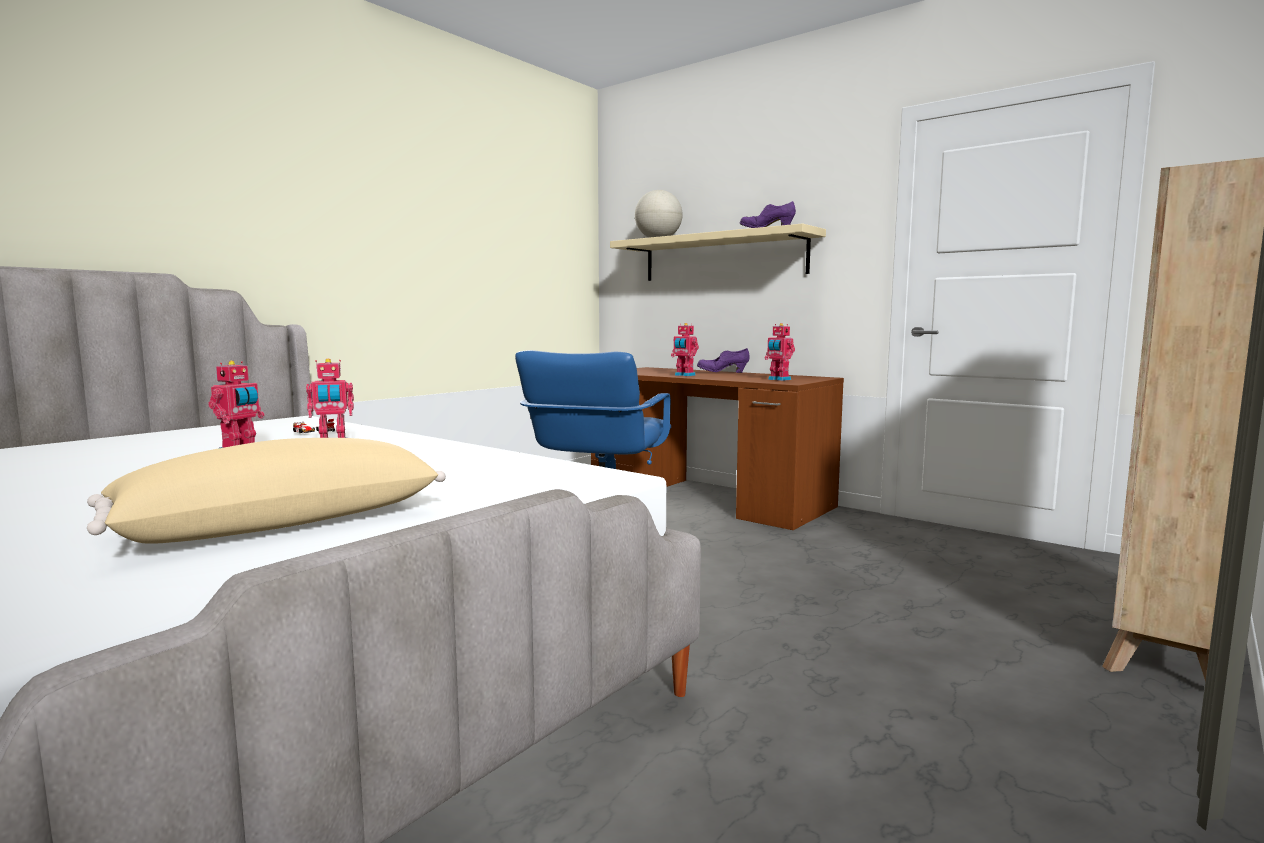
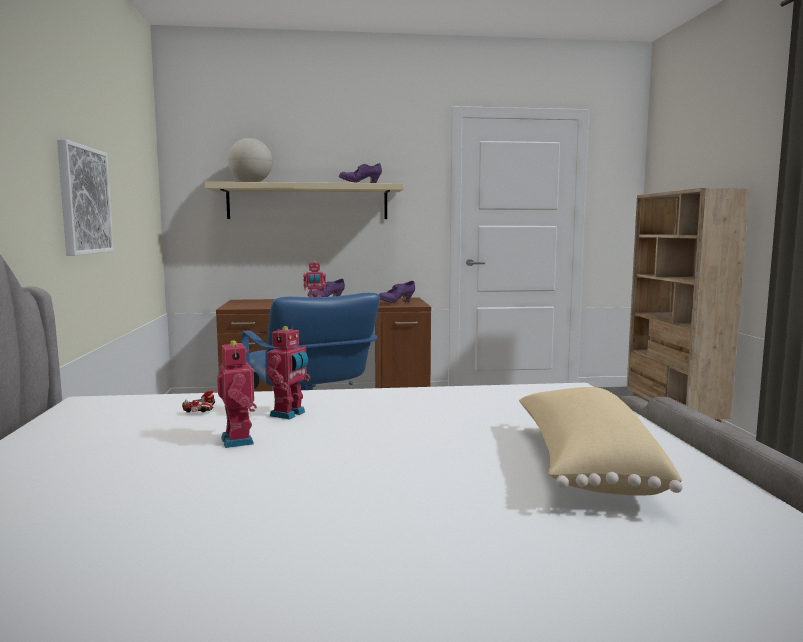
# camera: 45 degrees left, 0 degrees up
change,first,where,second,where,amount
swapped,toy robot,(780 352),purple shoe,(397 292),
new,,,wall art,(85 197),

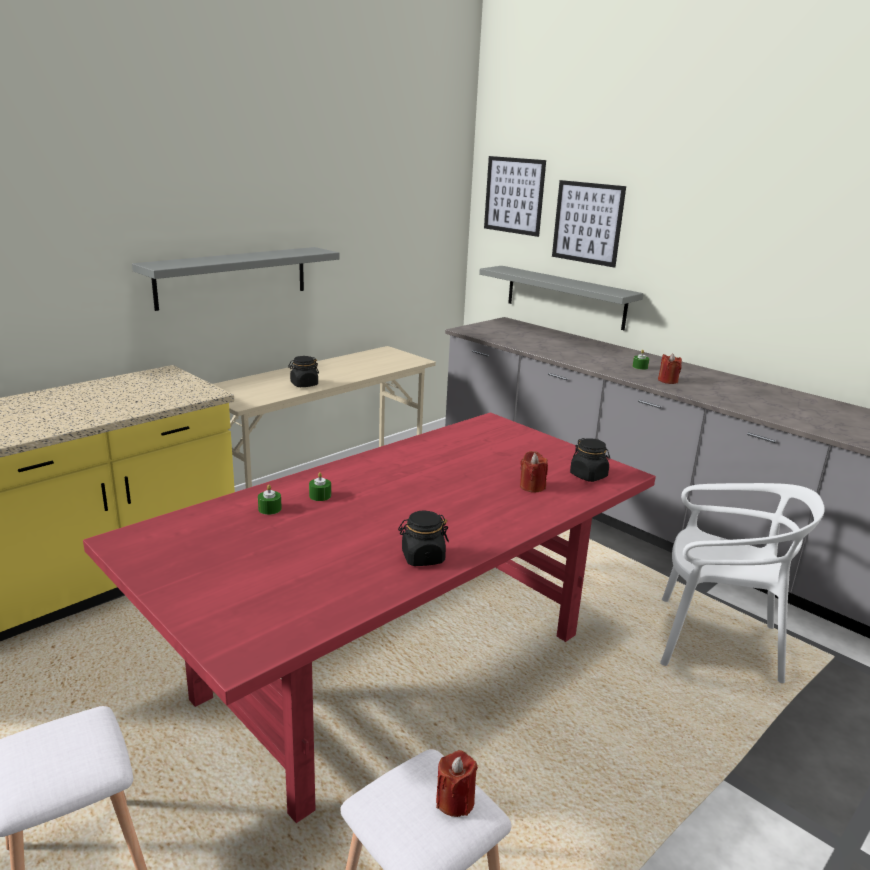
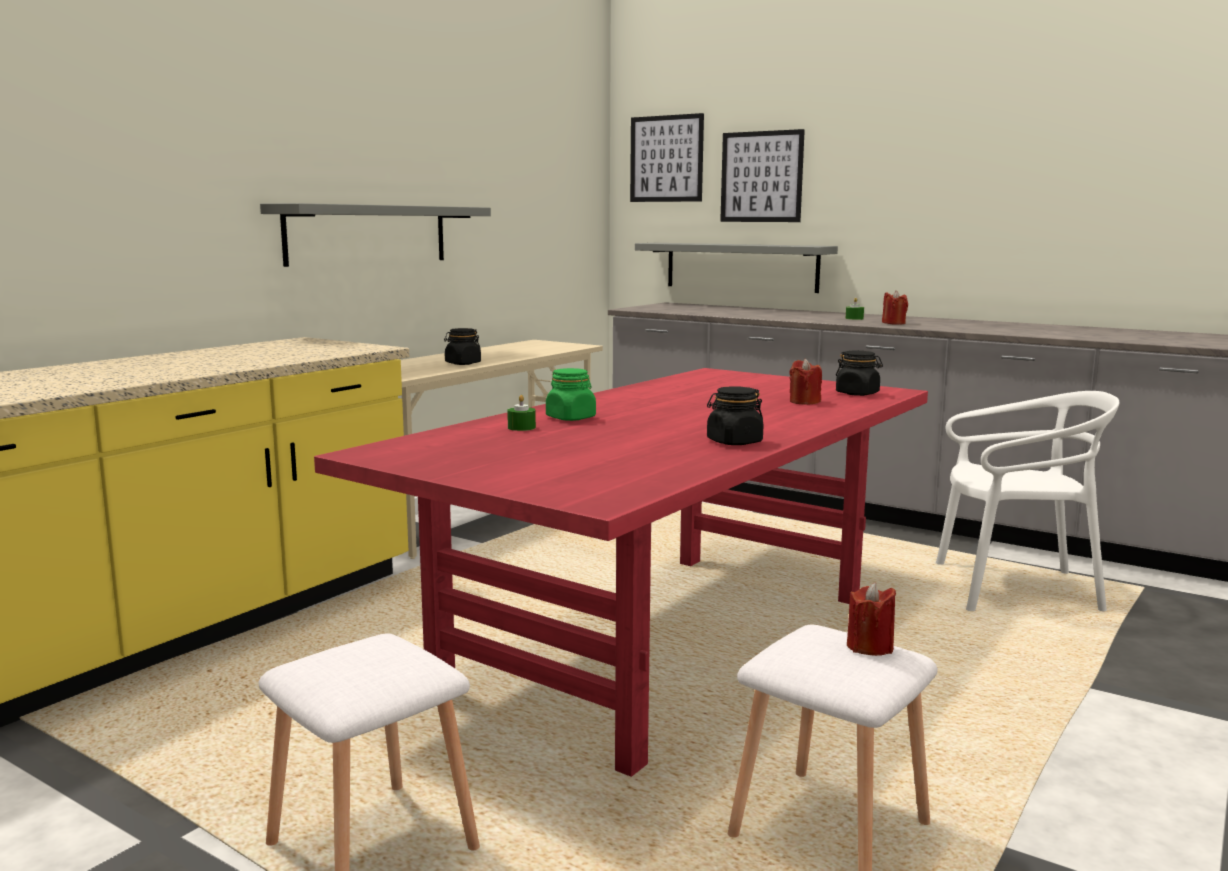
# camera: 10 degrees left, 10 degrees down
change,first,where,second,where,amount
swapped,green wax candle,(320 486),green jar,(571 394),

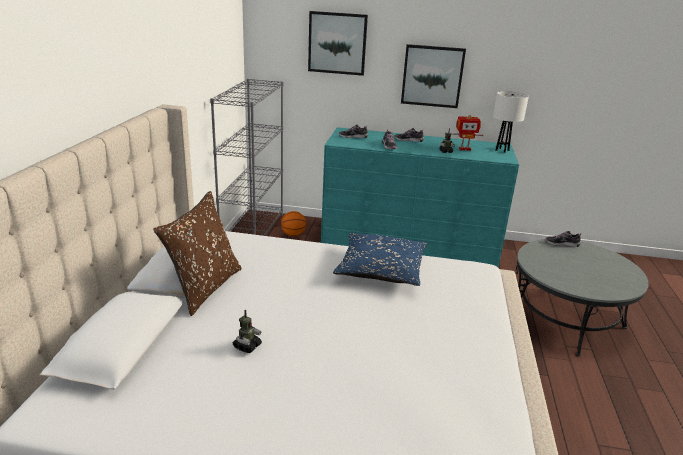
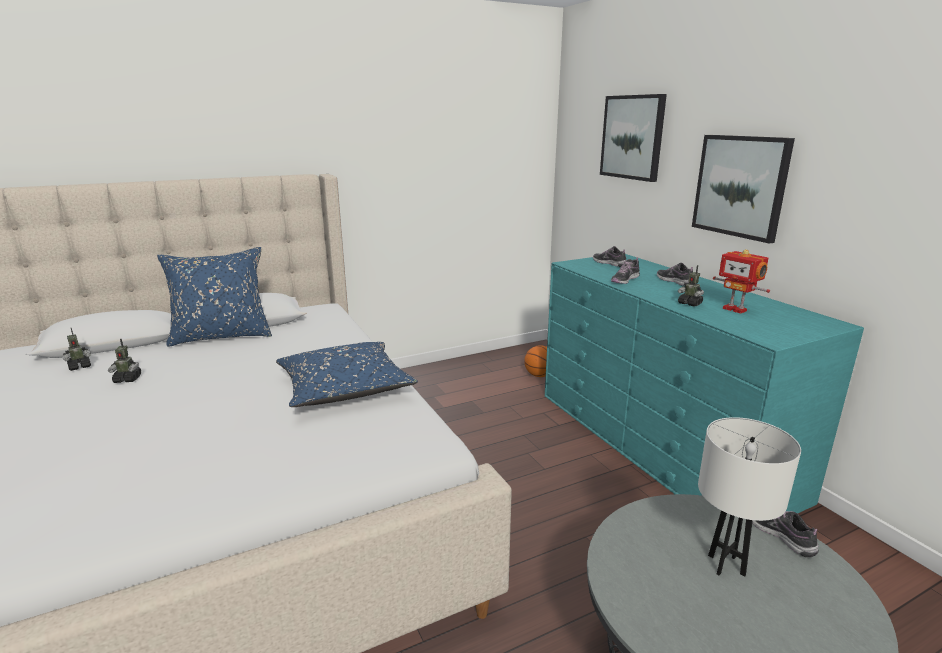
# camera: 55 degrees right, 5 degrees down
change,first,where,second,where,amount
gone,gray bookshelf,(246 157),,,
shifted,whitish table lamp,(511 122),,(749 497),
repainted,brown throw pillow,(197 253),bluish throw pillow,(214 297),
new,,,toy robot,(76 349),

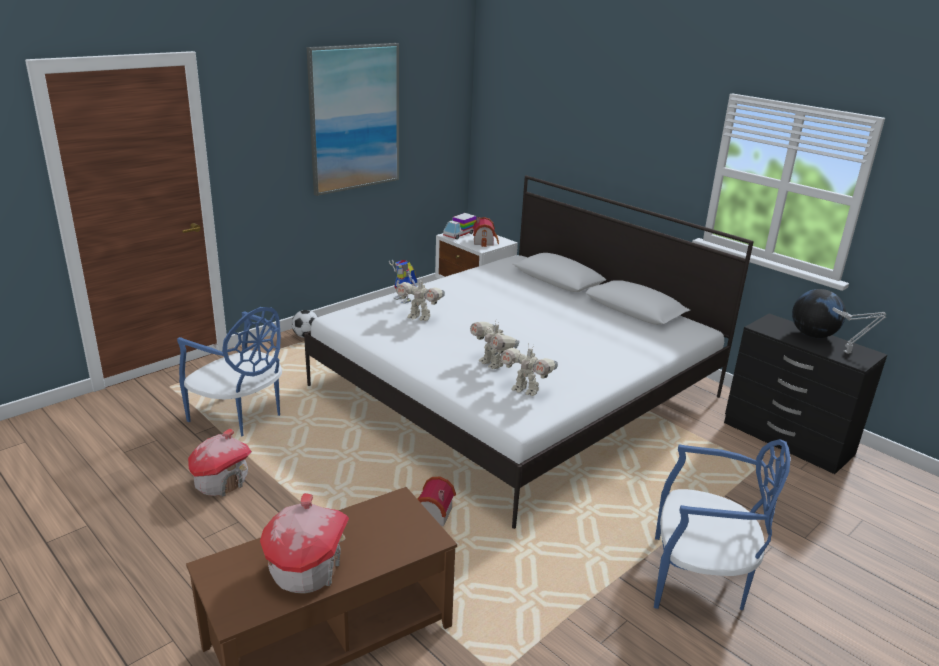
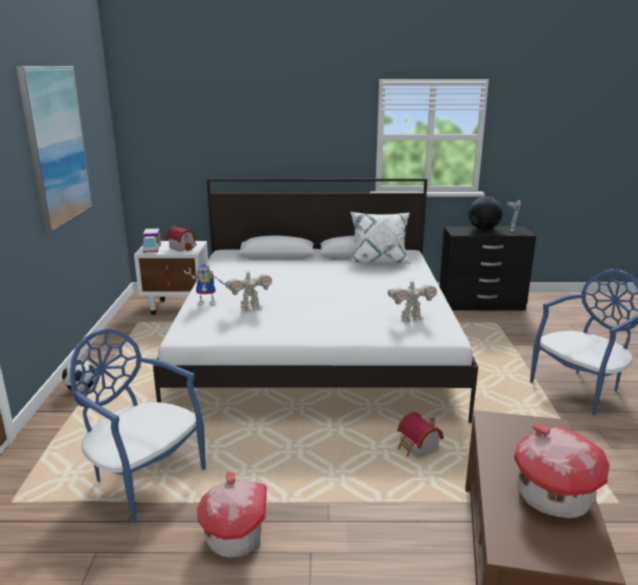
# camera: 45 degrees left, 5 degrees down
change,first,where,second,where,amount
rotated,bluish plain chair,(229 371),,(138 426),135 degrees counterclockwise
gone,toy robot,(495 345),,,
new,,,whitish throw pillow,(380 238),

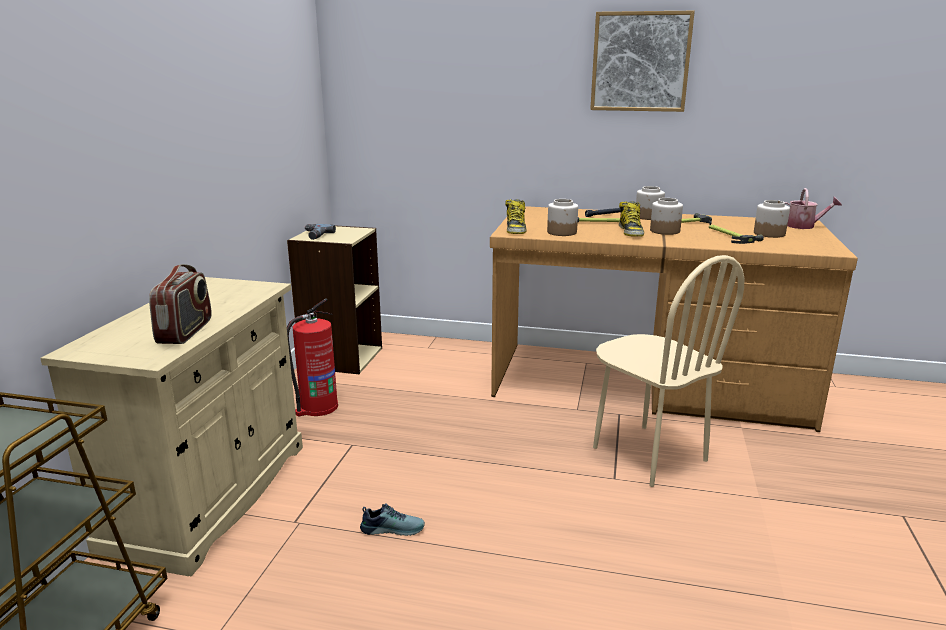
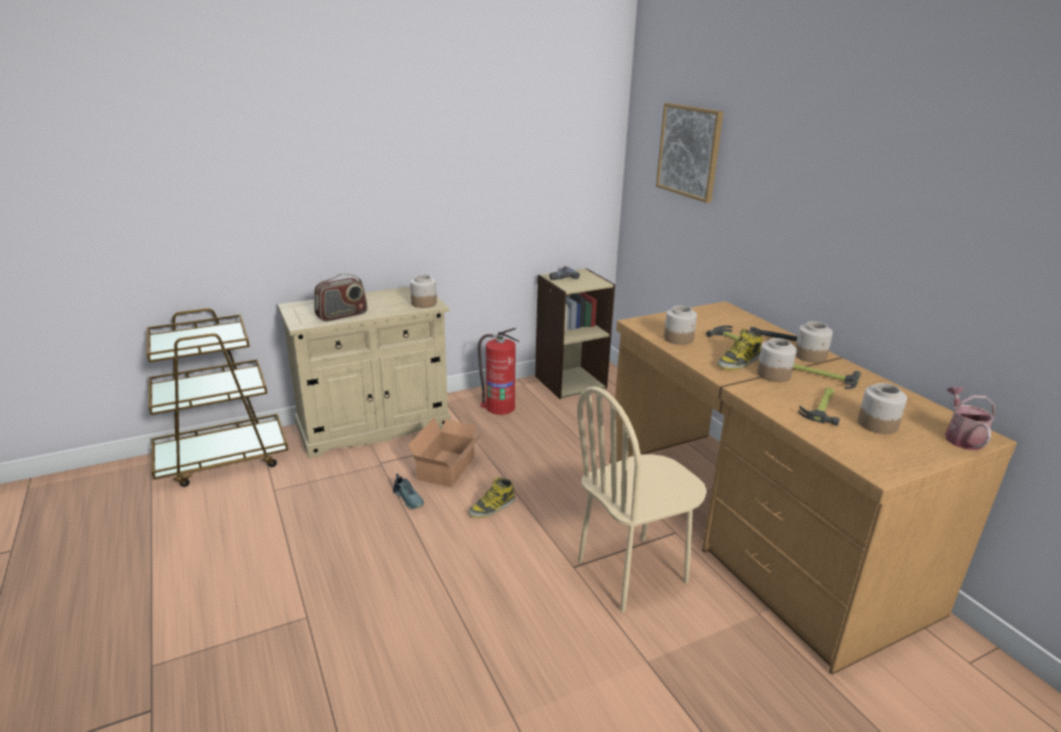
# camera: 50 degrees right, 5 degrees up
change,first,where,second,where,amount
shifted,wall art,(642 61),,(689 153),
rotated,watering pot,(813 208),,(970 418),150 degrees counterclockwise
shifted,high-top boot,(516 216),,(491 497),
rotated,beige-coloured plain chair,(668 371),,(642 499),45 degrees clockwise
new,,,jar,(423 291),
new,,,carton,(446 452),

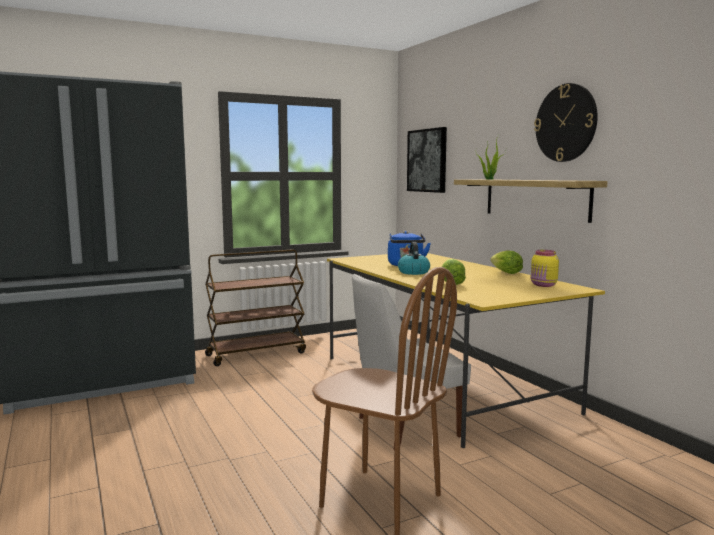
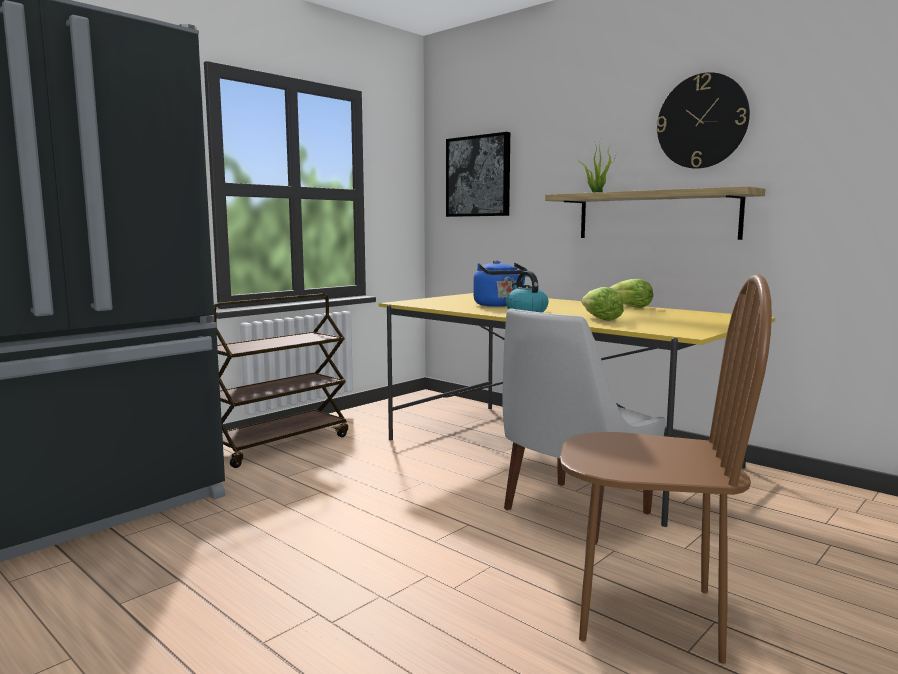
# camera: 20 degrees left, 0 degrees up
change,first,where,second,where,amount
gone,yellow jar,(545 268),,,

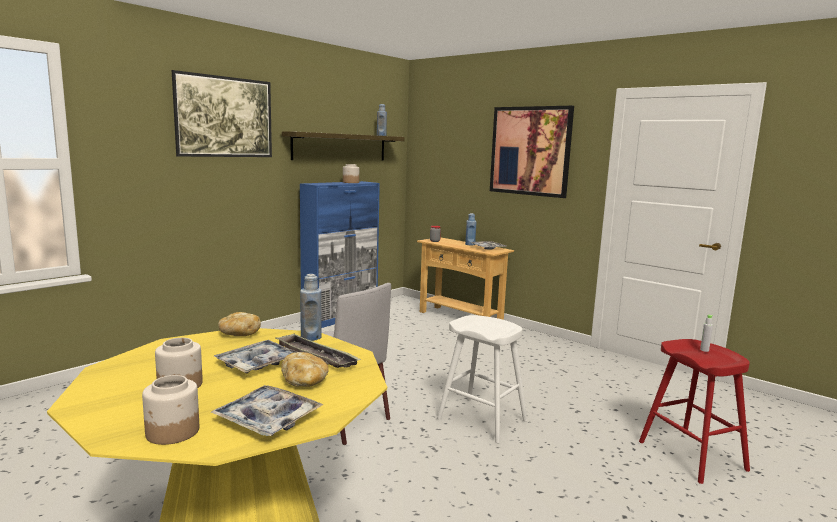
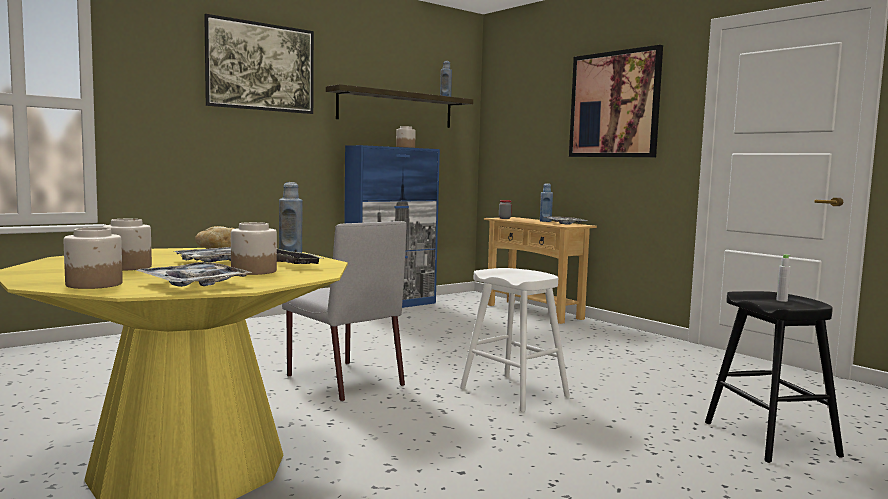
# camera: 10 degrees right, 5 degrees down
change,first,where,second,where,amount
repainted,reddish sitting stool,(694 411),black sitting stool,(774 377),
swapped,bread,(305 369),jar,(254 248),

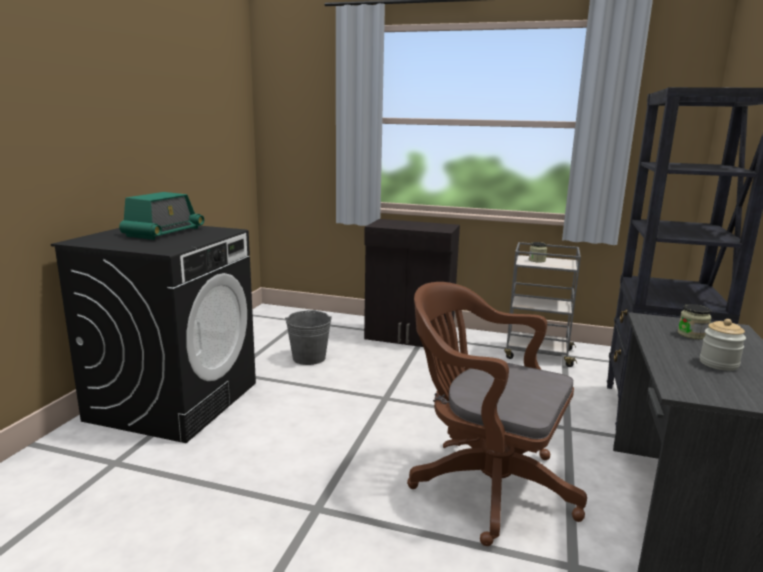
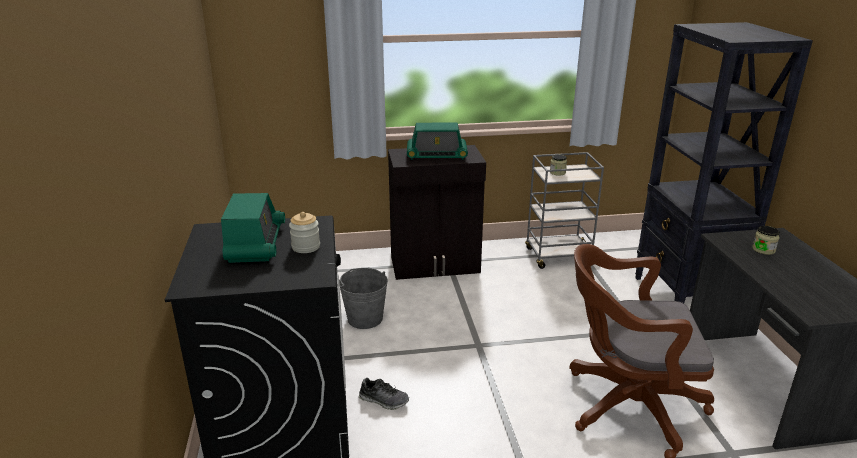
# camera: 25 degrees left, 10 degrees up
change,first,where,second,where,amount
shifted,jar,(723 345),,(304 232),
new,,,radio set,(437 141),
new,,,shoe,(384 394),

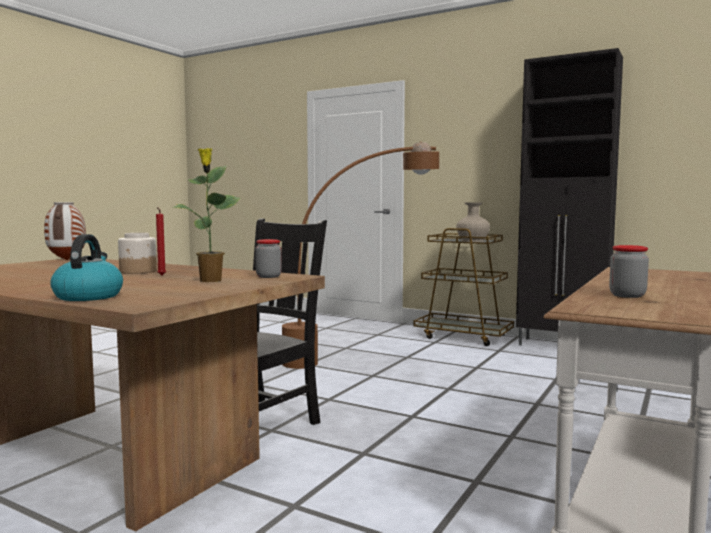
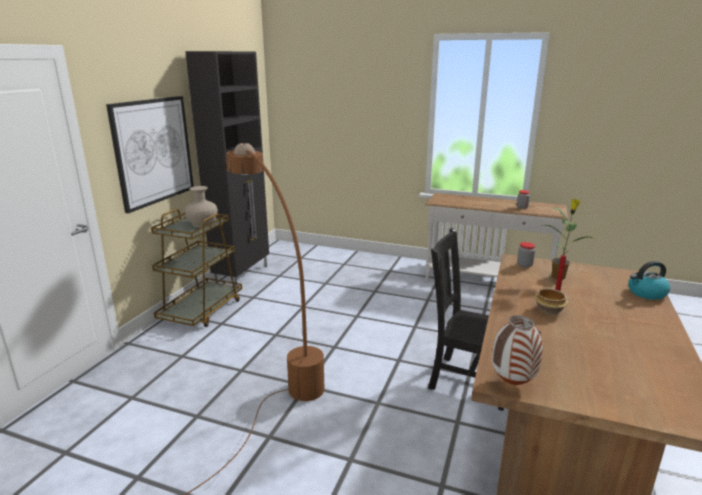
# camera: 100 degrees left, 15 degrees up
change,first,where,second,where,amount
swapped,jar,(137 253),serving bowl,(551 302),
new,,,wall art,(150 154),

